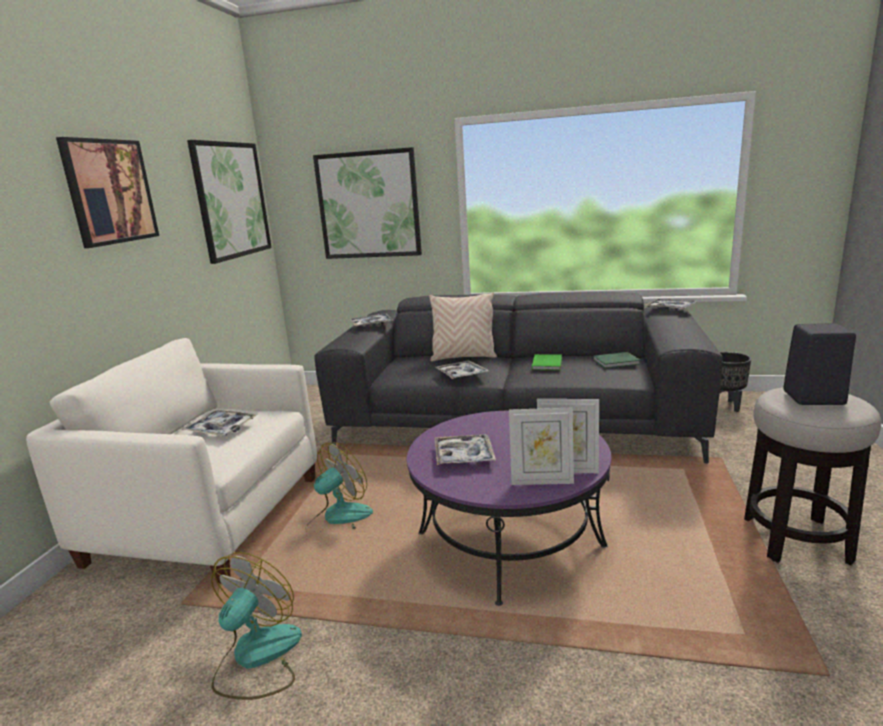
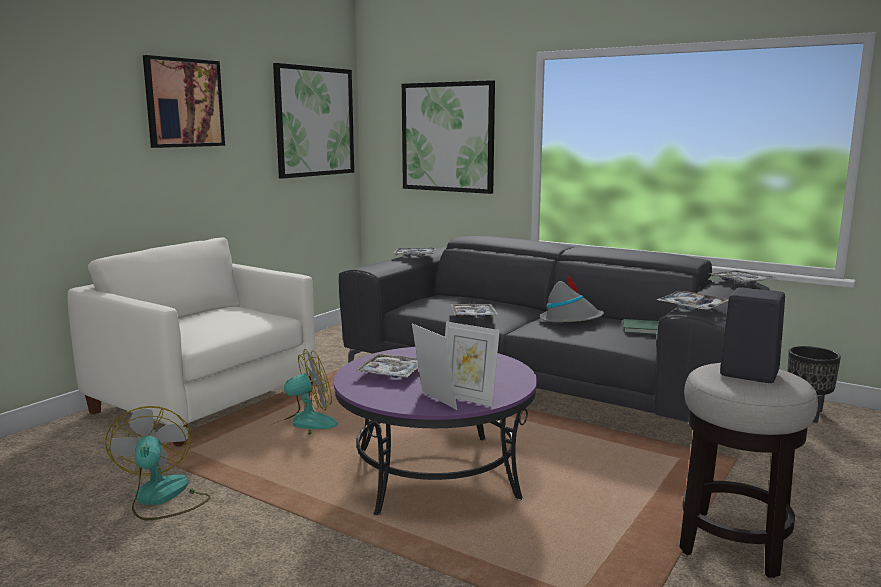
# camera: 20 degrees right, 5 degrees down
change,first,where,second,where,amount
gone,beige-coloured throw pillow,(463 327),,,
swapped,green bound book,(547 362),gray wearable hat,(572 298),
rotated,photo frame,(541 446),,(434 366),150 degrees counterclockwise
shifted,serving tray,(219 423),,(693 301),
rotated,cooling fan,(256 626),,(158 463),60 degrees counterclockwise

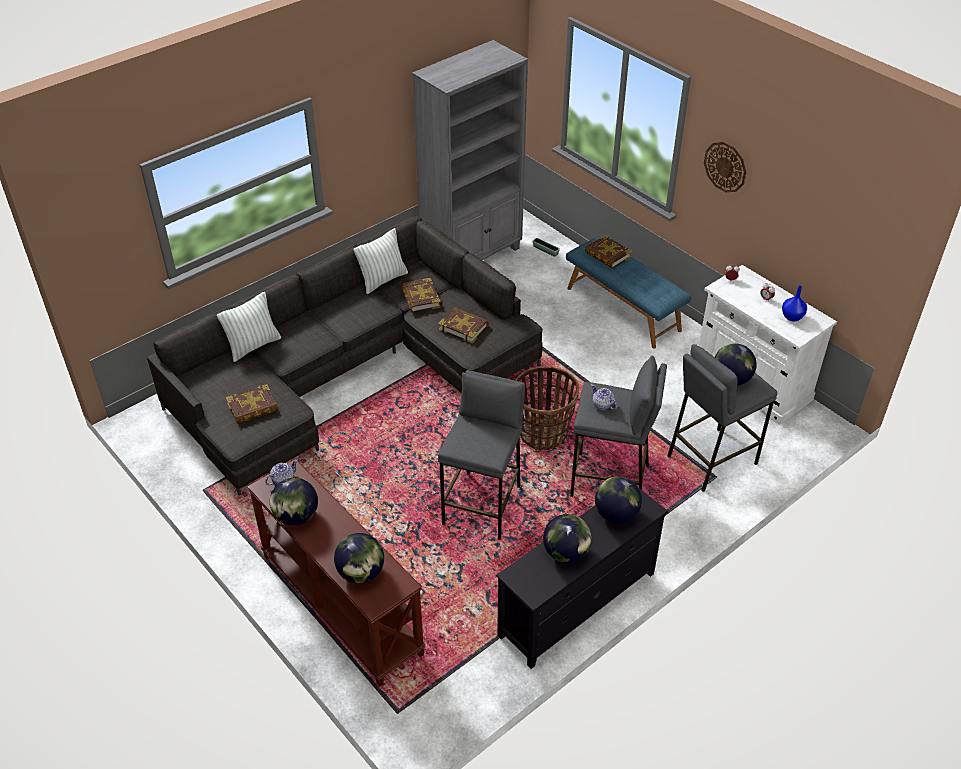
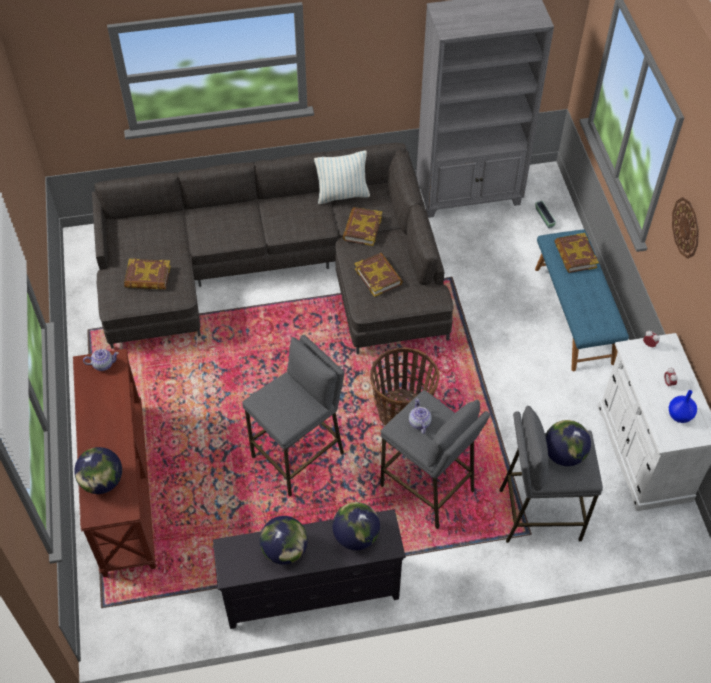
# camera: 30 degrees right, 10 degrees up
change,first,where,second,where,amount
gone,throw pillow,(249 327),,,
gone,desk globe,(294 502),,,

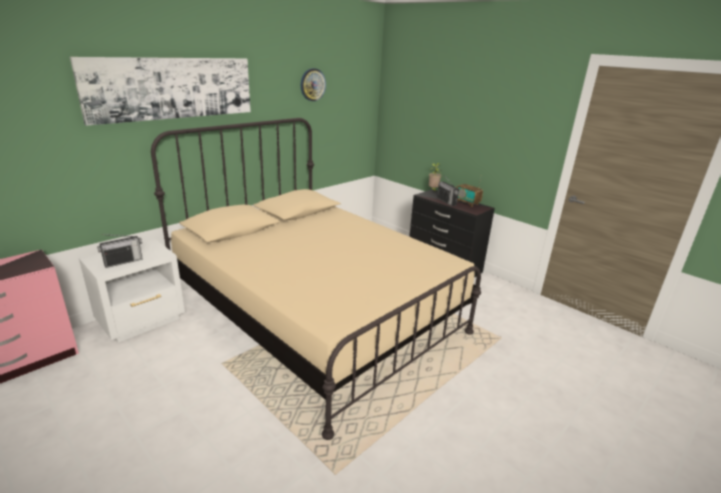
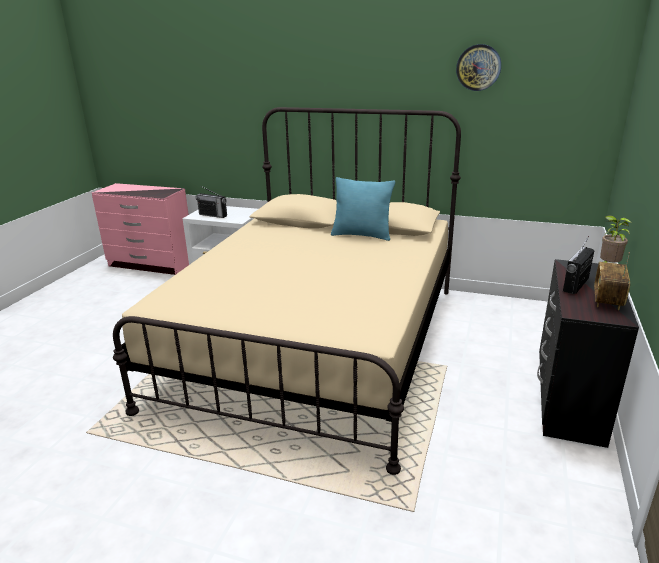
# camera: 65 degrees right, 0 degrees up
change,first,where,second,where,amount
gone,wall art,(160 91),,,
new,,,turquoise throw pillow,(363 209),

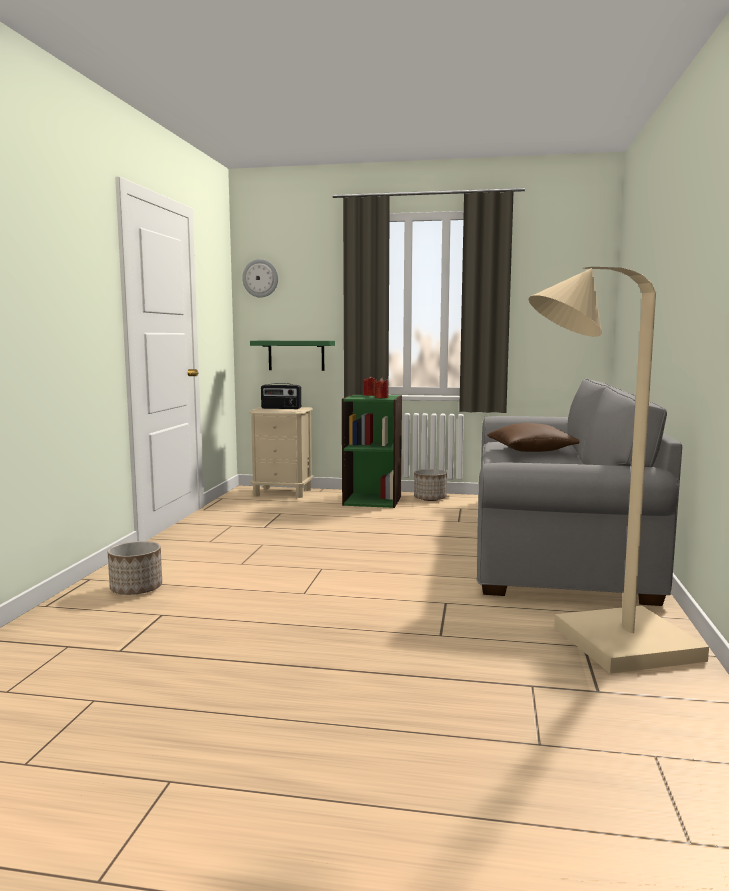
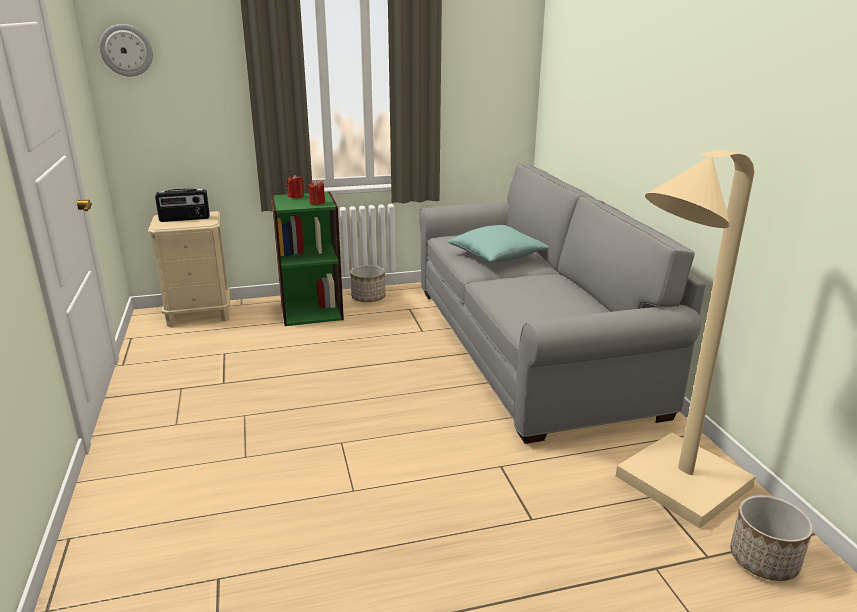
# camera: 25 degrees left, 15 degrees up
change,first,where,second,where,amount
gone,green bracket shelf,(292 356),,,
repainted,brown throw pillow,(533 437),turquoise throw pillow,(498 243),
shifted,planter,(134 568),,(771 538),

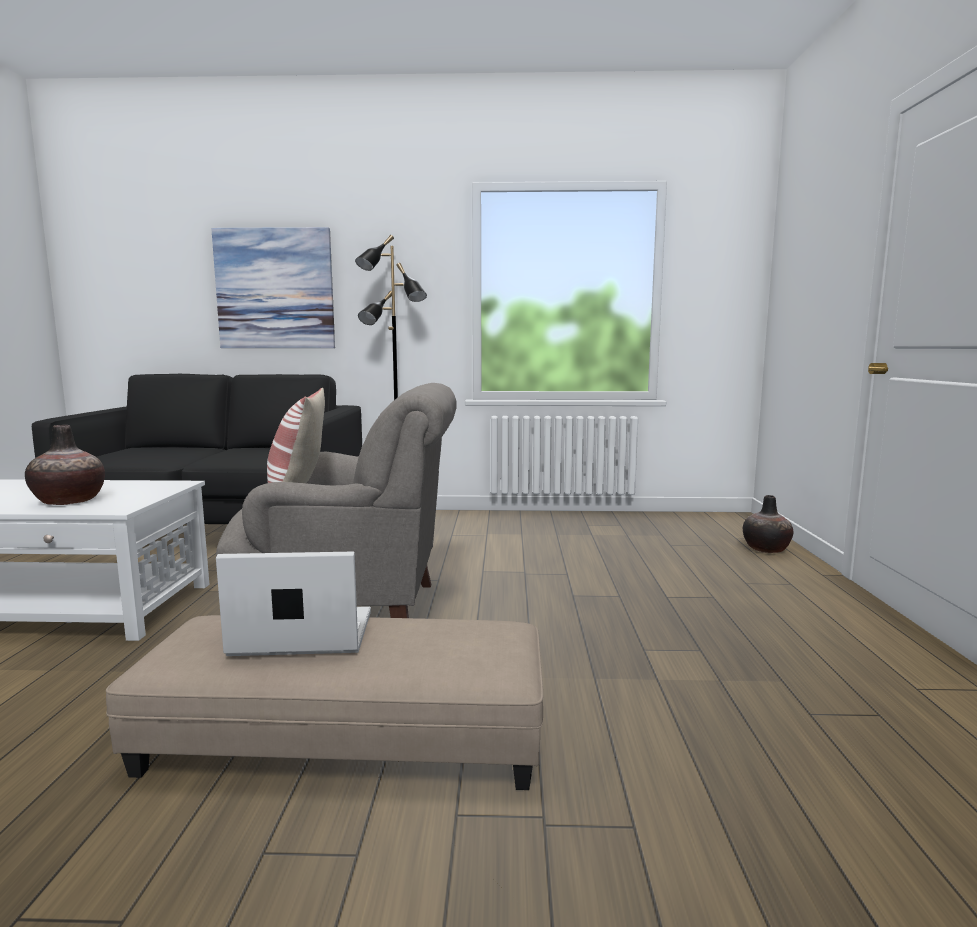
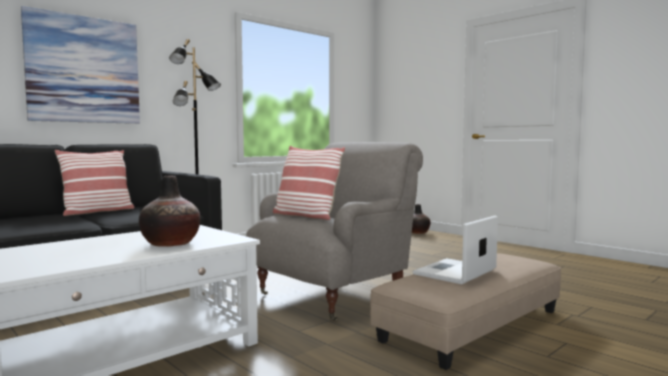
# camera: 45 degrees left, 5 degrees down
change,first,where,second,where,amount
new,,,throw pillow,(95 183),

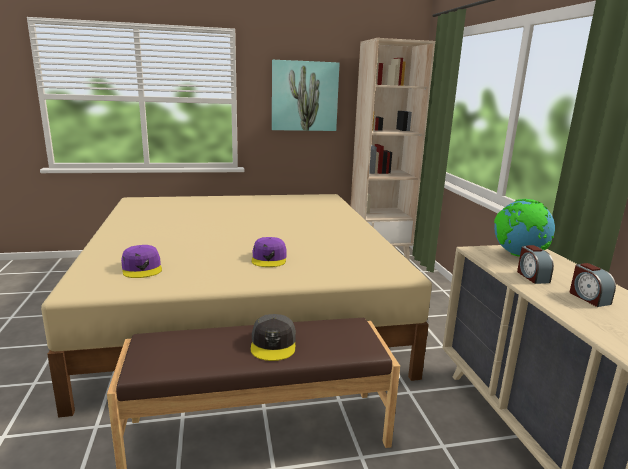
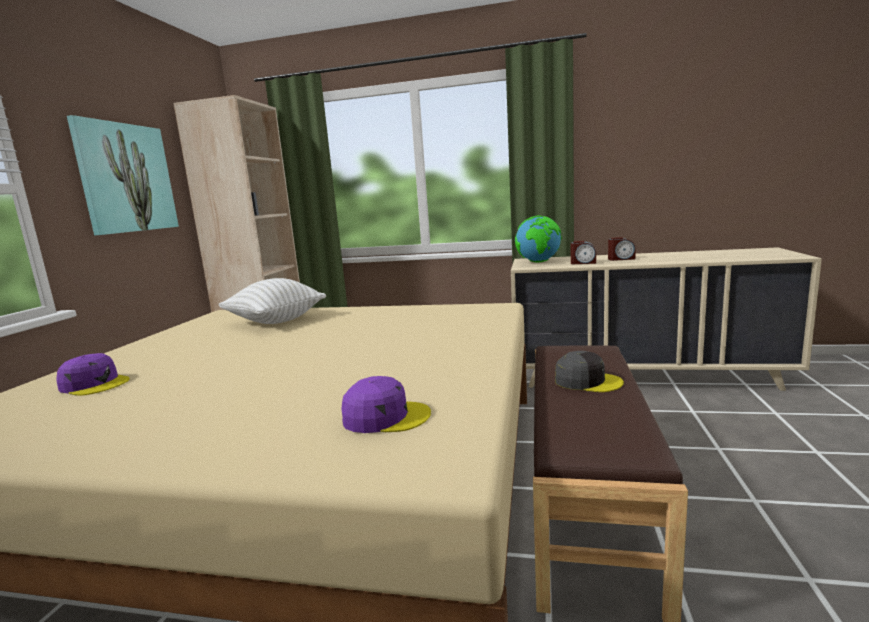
# camera: 65 degrees left, 5 degrees down
change,first,where,second,where,amount
shifted,purple peaked cap,(269 252),,(93 374),
new,,,whitish throw pillow,(272 301),

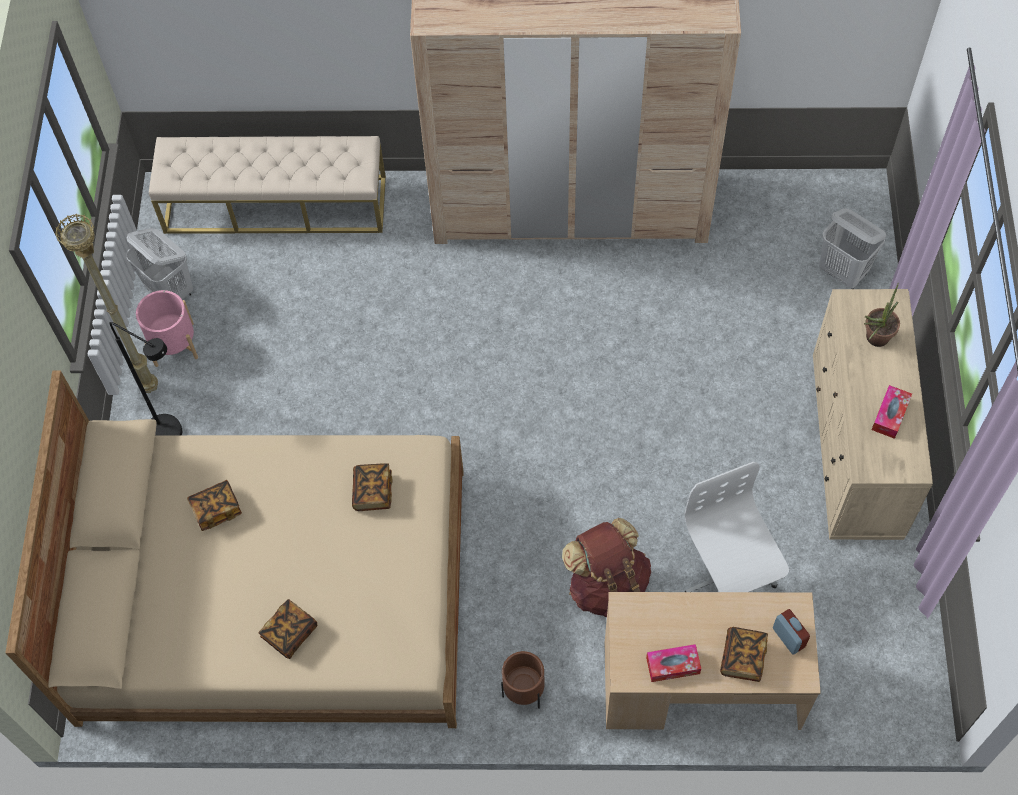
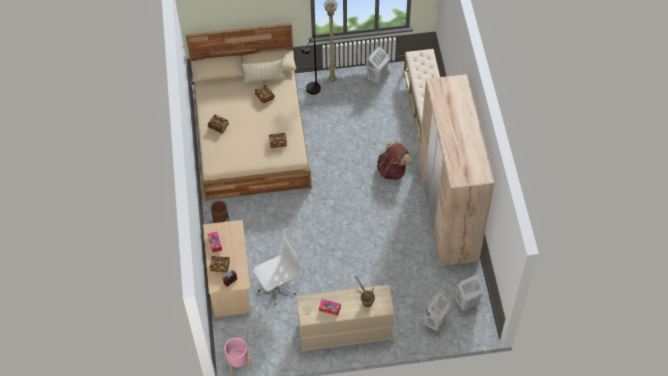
# camera: 80 degrees right, 5 degrees down
change,first,where,second,where,amount
shifted,pink-coloured planter,(167 328),,(237 355),
shifted,brown knapsack,(606 567),,(394 160),
new,,,beige-coloured throw pillow,(263 71),
new,,,whitish washing basket,(470 293),

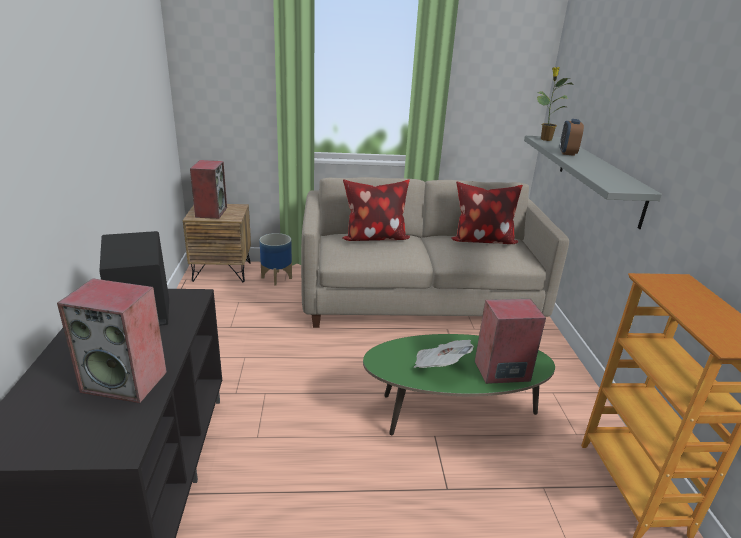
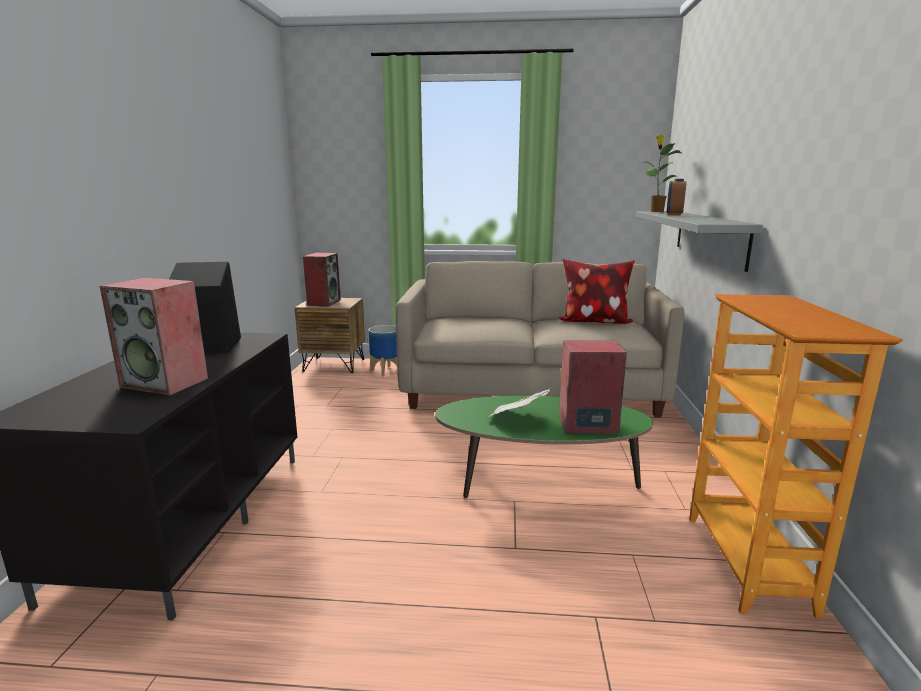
# camera: 10 degrees right, 10 degrees down
change,first,where,second,where,amount
gone,throw pillow,(376 210),,,

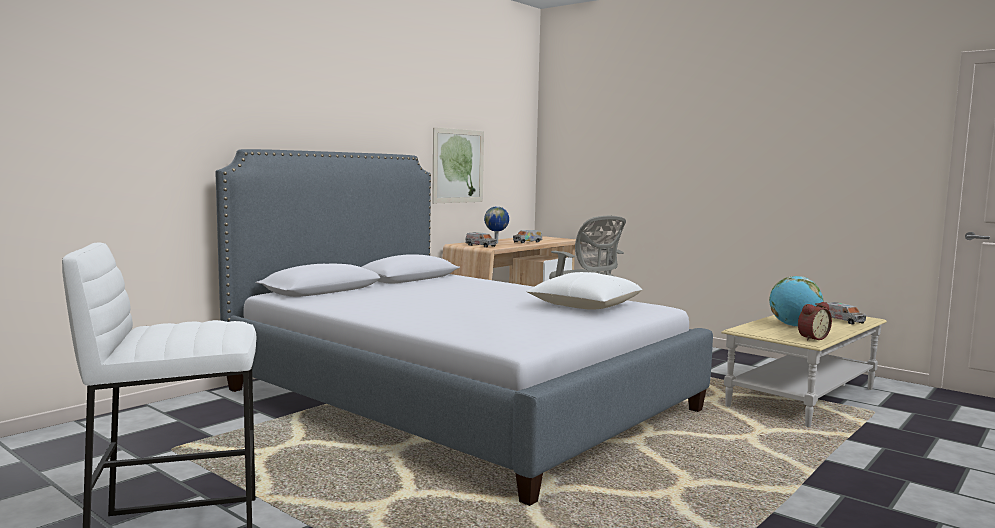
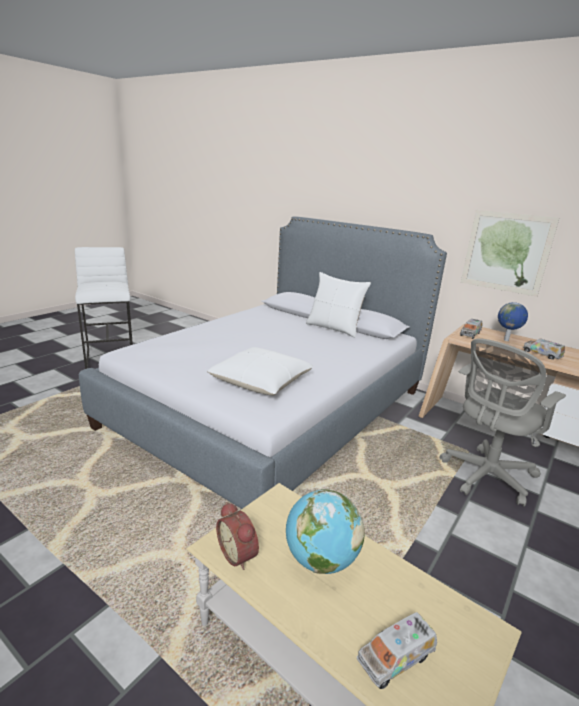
# camera: 85 degrees right, 15 degrees up
change,first,where,second,where,amount
new,,,whitish throw pillow,(338 305),

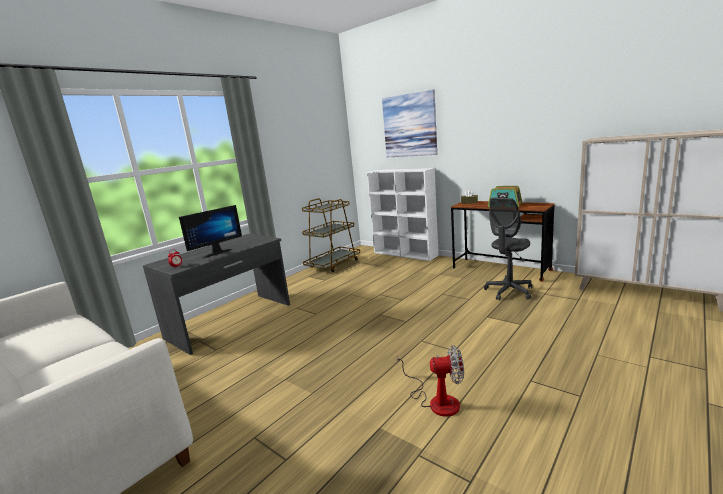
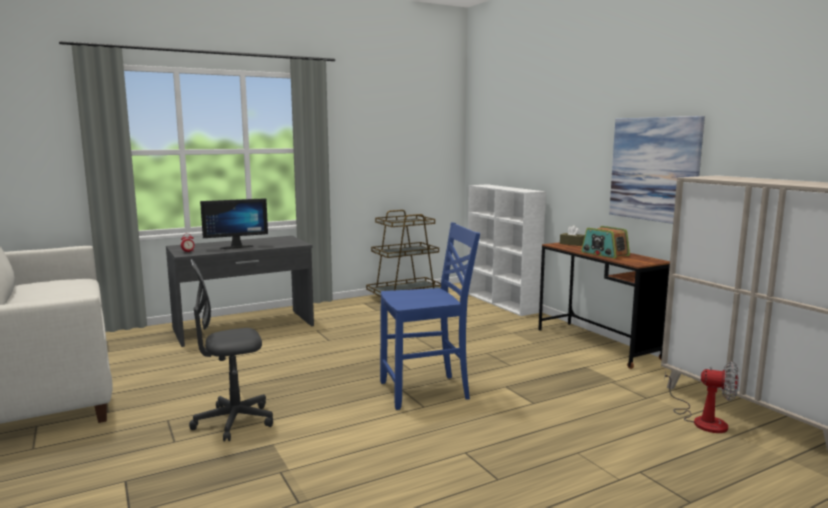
# camera: 20 degrees right, 5 degrees down
change,first,where,second,where,amount
shifted,wall art,(409 123),,(657 170),
shifted,gray desk chair,(508 248),,(231 350),
shifted,cooling fan,(430 381),,(701 397),
new,,,bluish plain chair,(430 316),

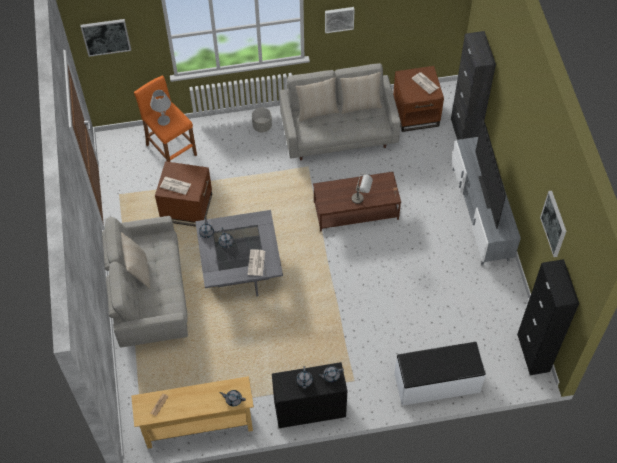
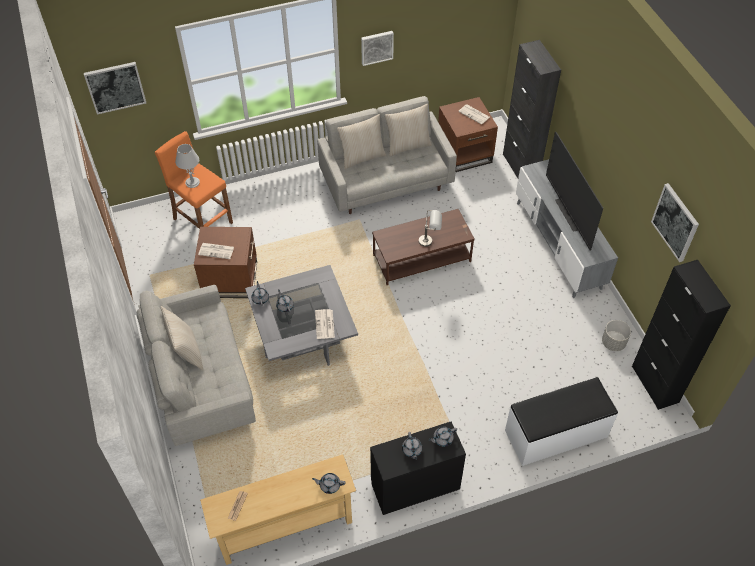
# camera: 10 degrees left, 5 degrees down
change,first,where,second,where,amount
shifted,gray planter,(262 120),,(616 335),

